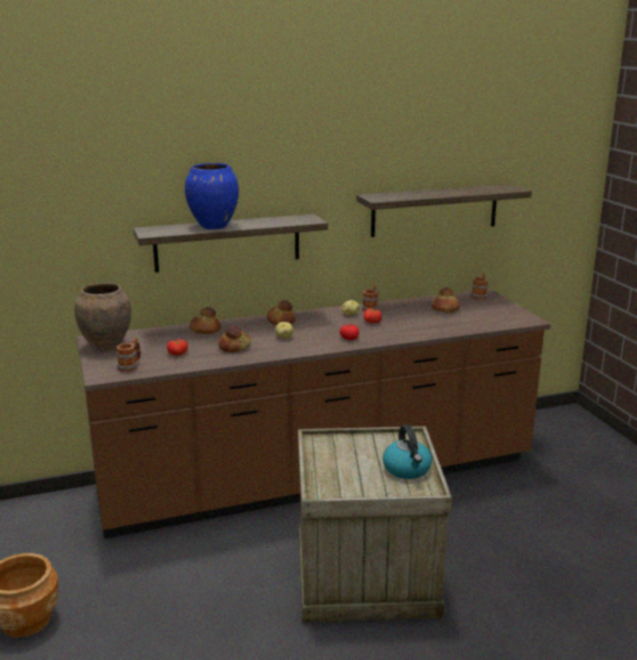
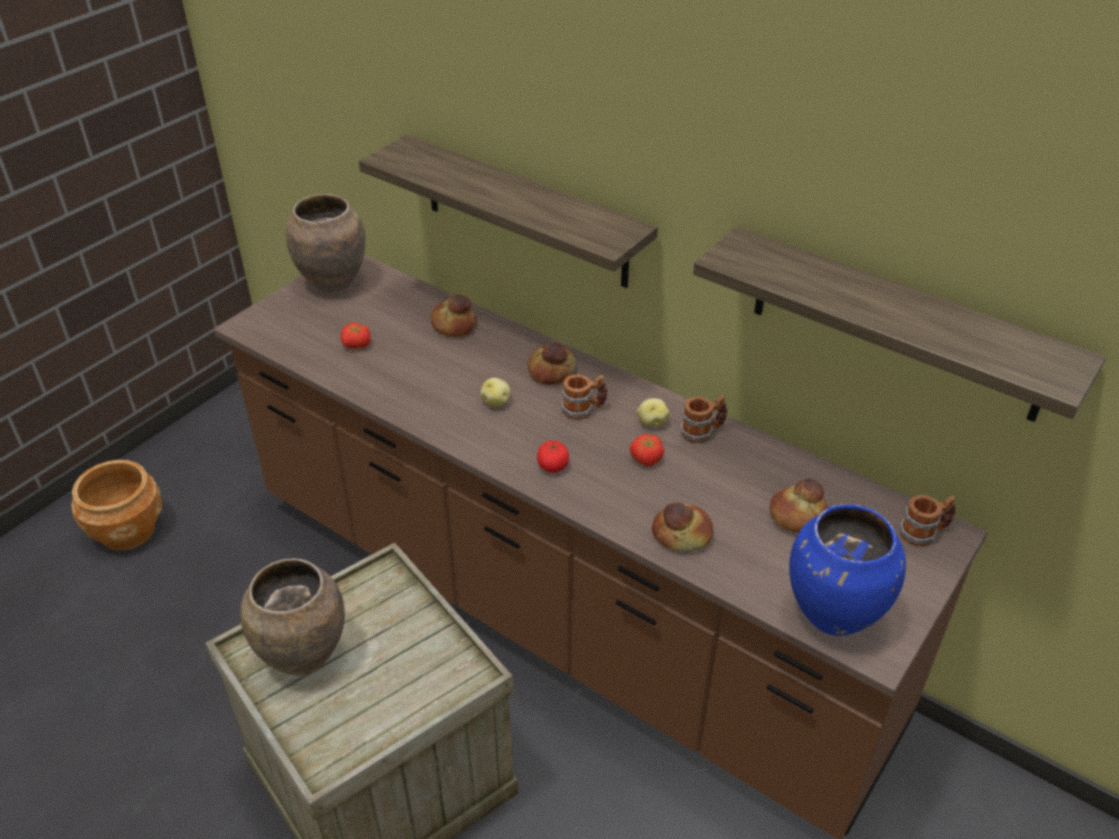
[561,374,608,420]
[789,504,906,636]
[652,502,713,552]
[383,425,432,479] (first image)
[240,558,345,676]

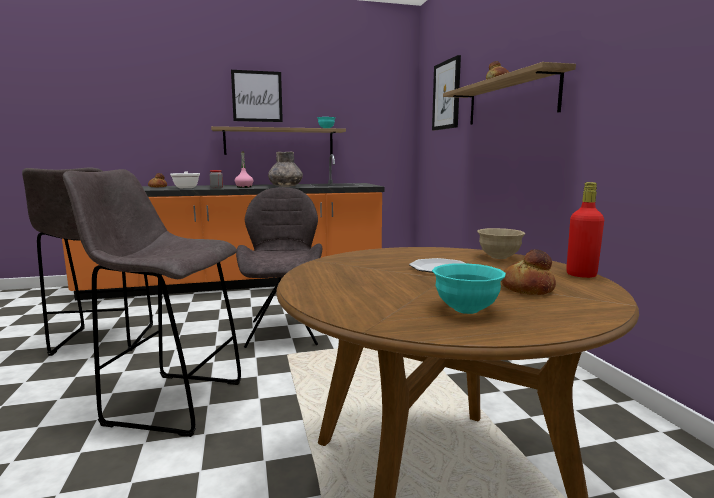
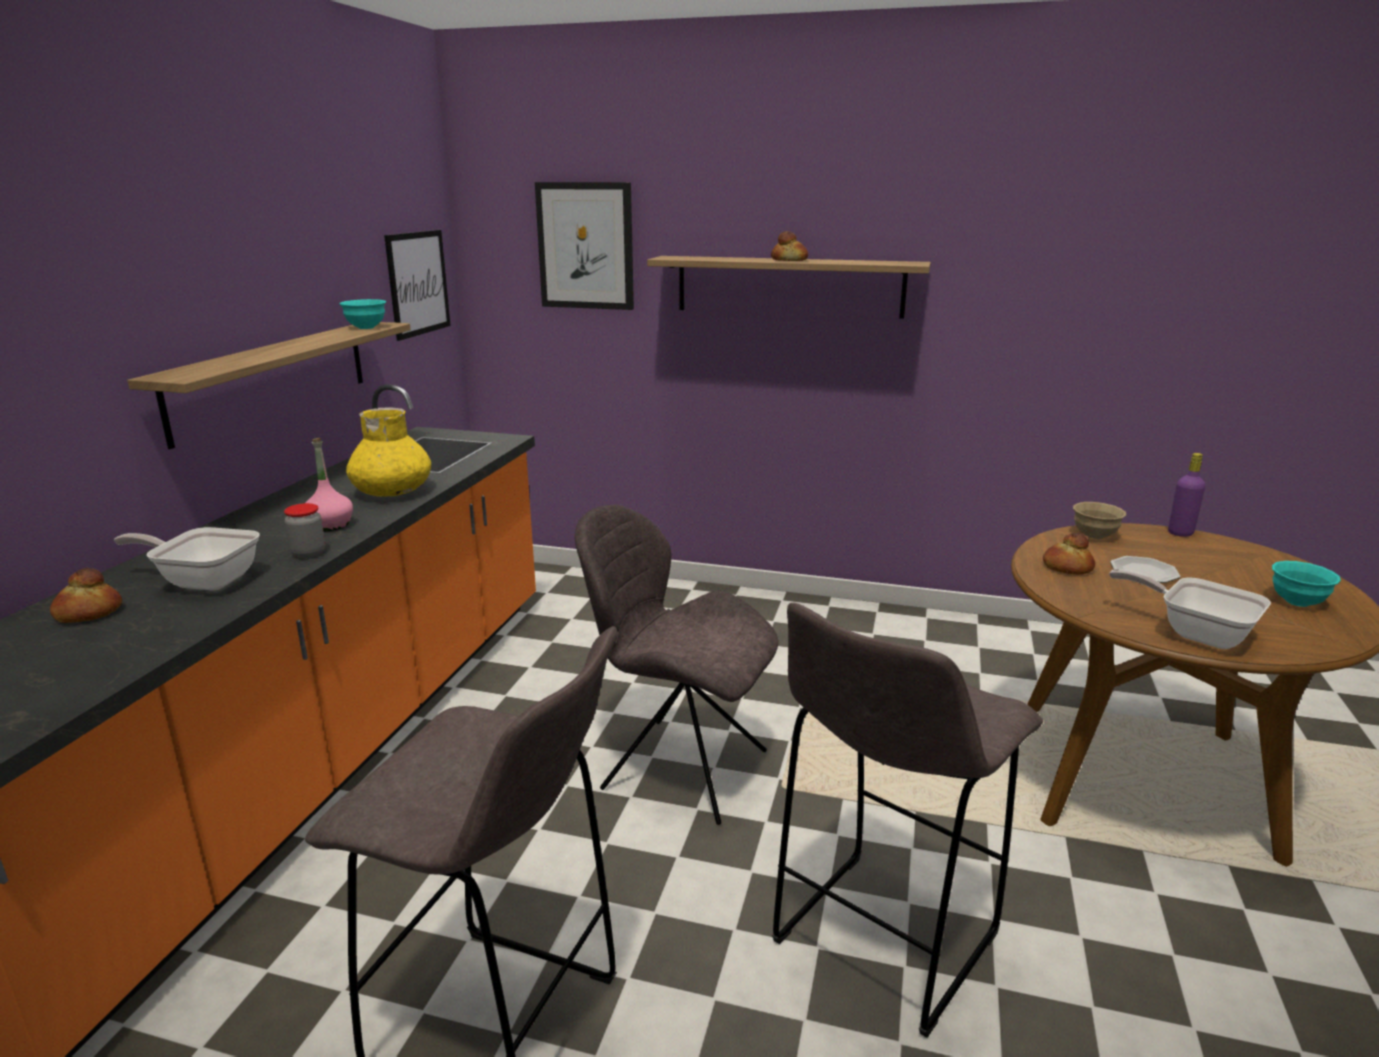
[384,230,451,341]
[346,407,431,497]
[1043,533,1095,575]
[1168,453,1205,537]
[1109,569,1271,649]

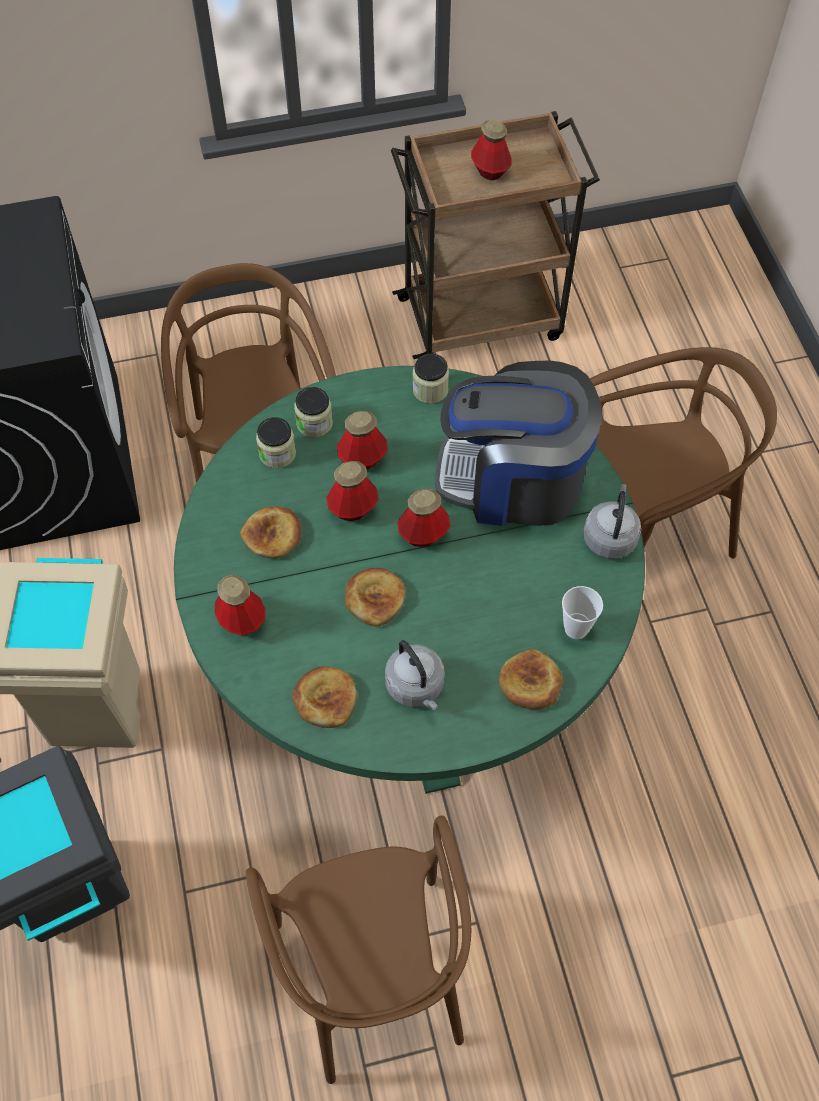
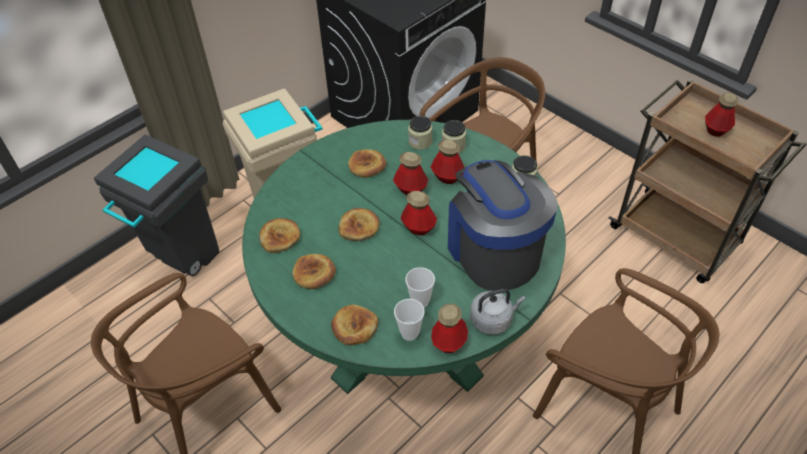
[431,304,468,353]
[292,254,336,289]
[405,267,435,308]

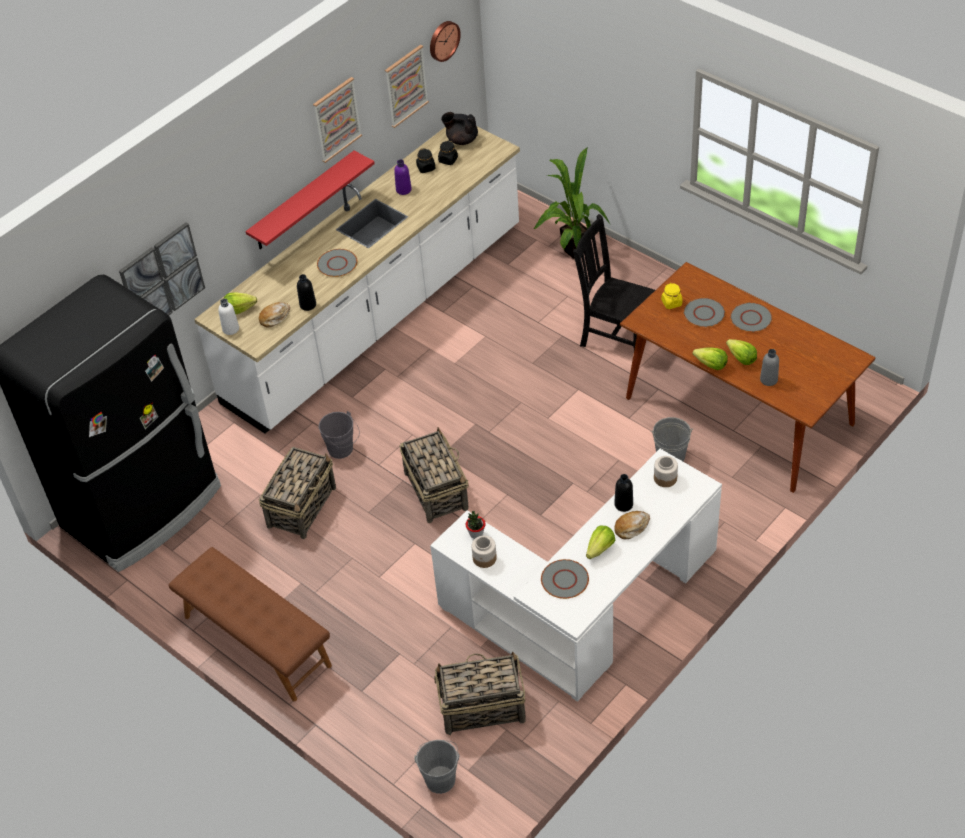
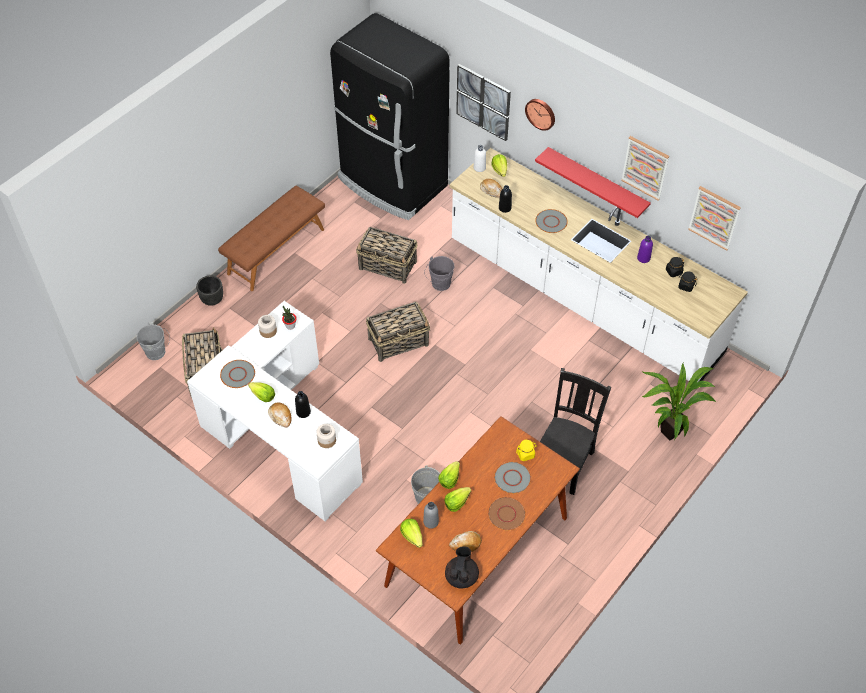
[525,99,555,131]
[445,546,479,589]
[488,497,526,530]
[196,276,223,306]
[400,519,423,548]
[449,531,482,552]

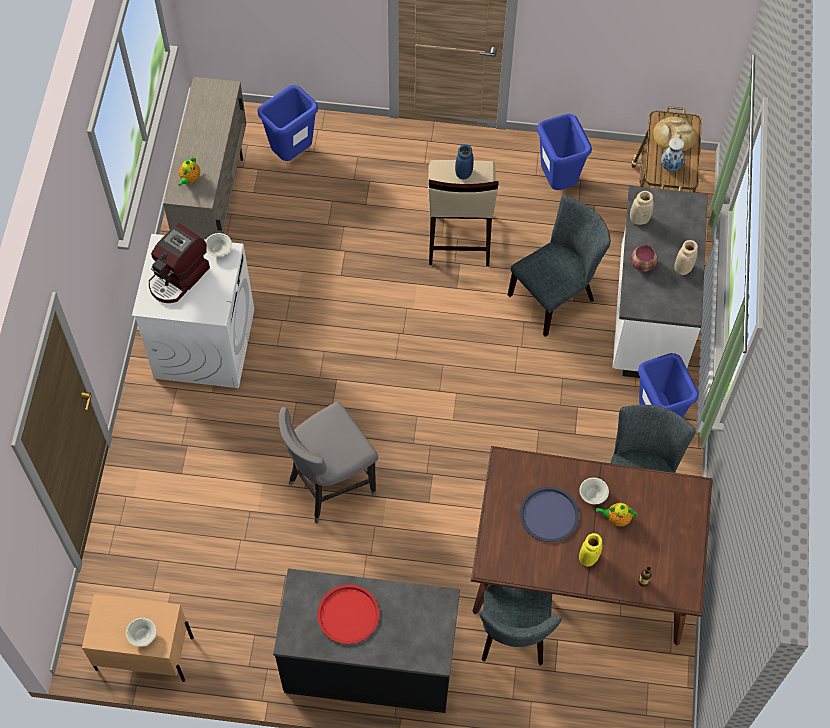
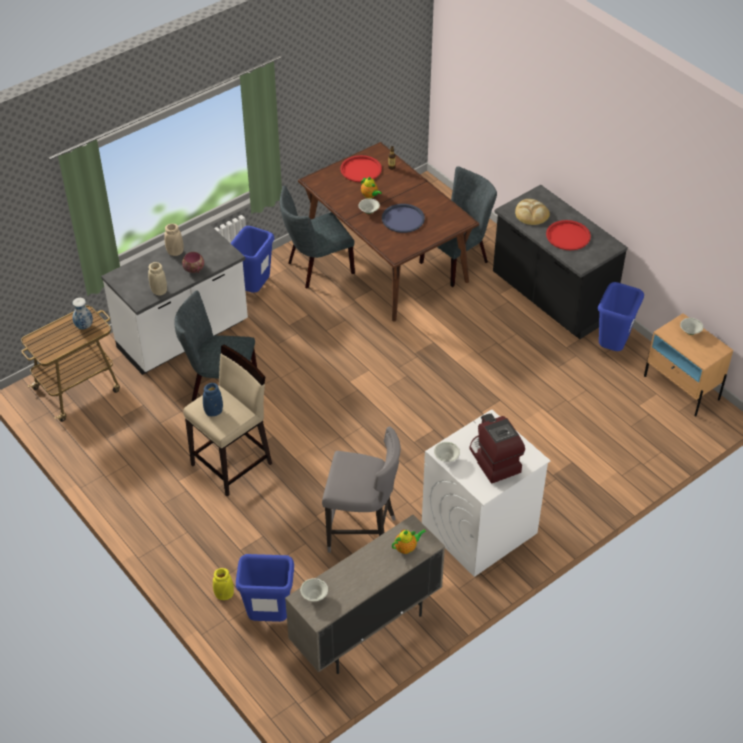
[469,414,525,484]
[322,426,401,553]
[598,282,644,351]
[213,568,234,600]
[515,199,550,225]
[300,578,328,601]
[340,155,382,182]

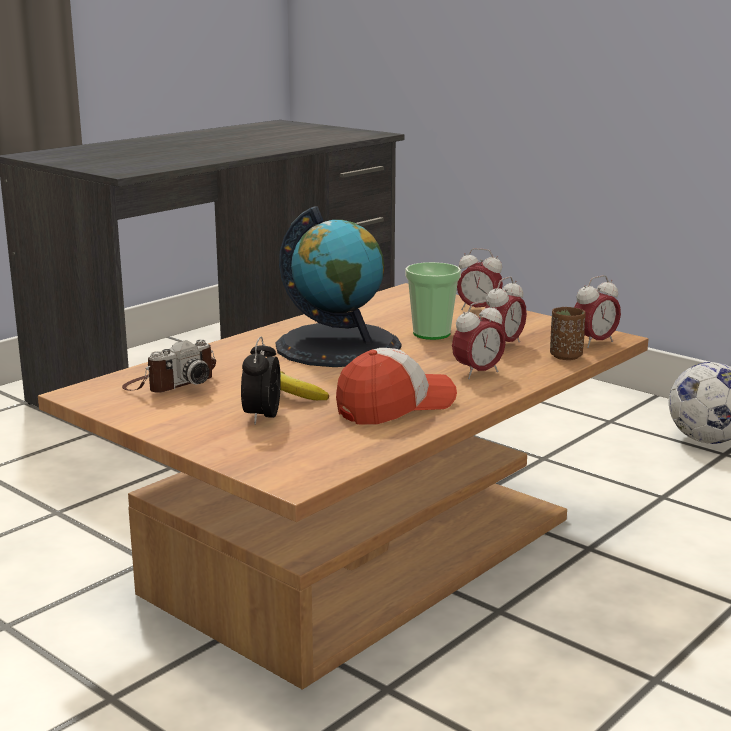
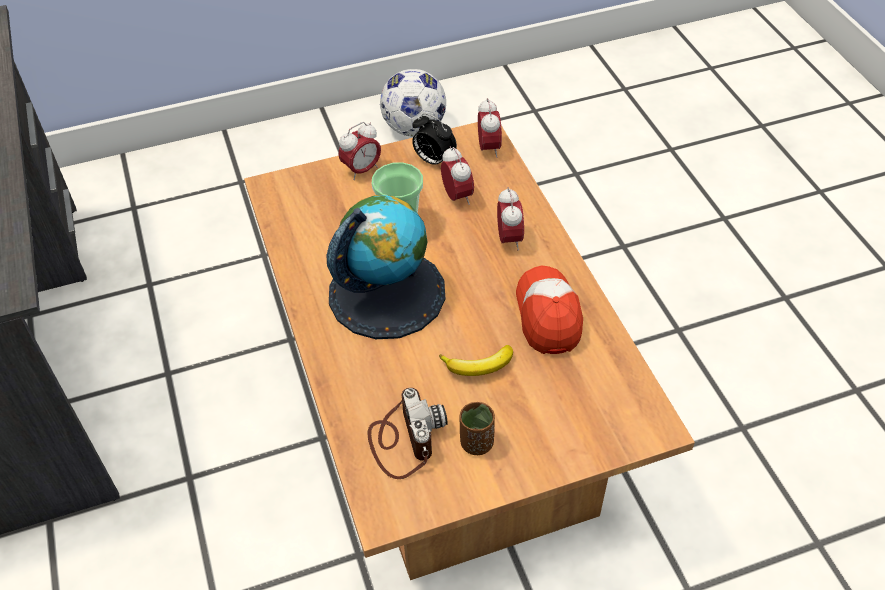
[412,113,457,165]
[460,402,495,455]

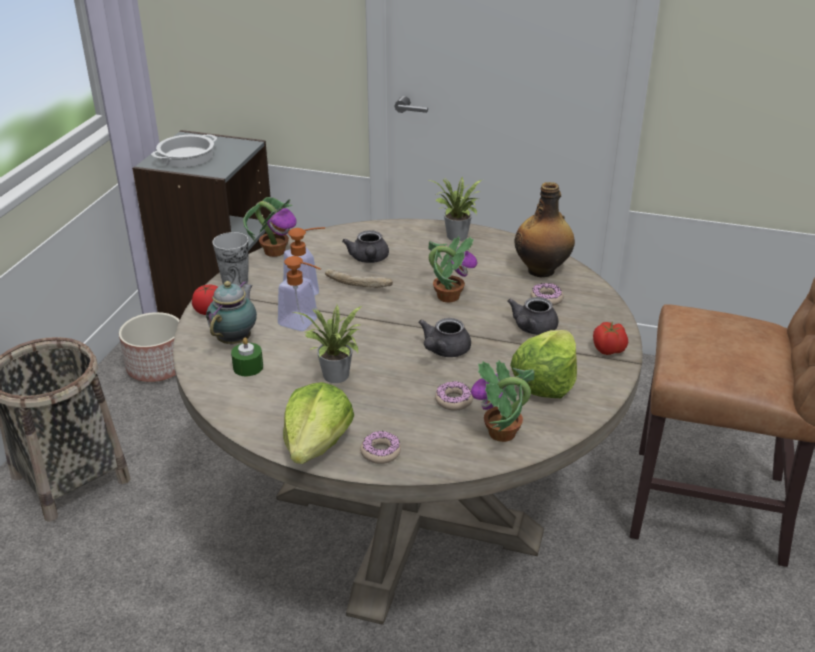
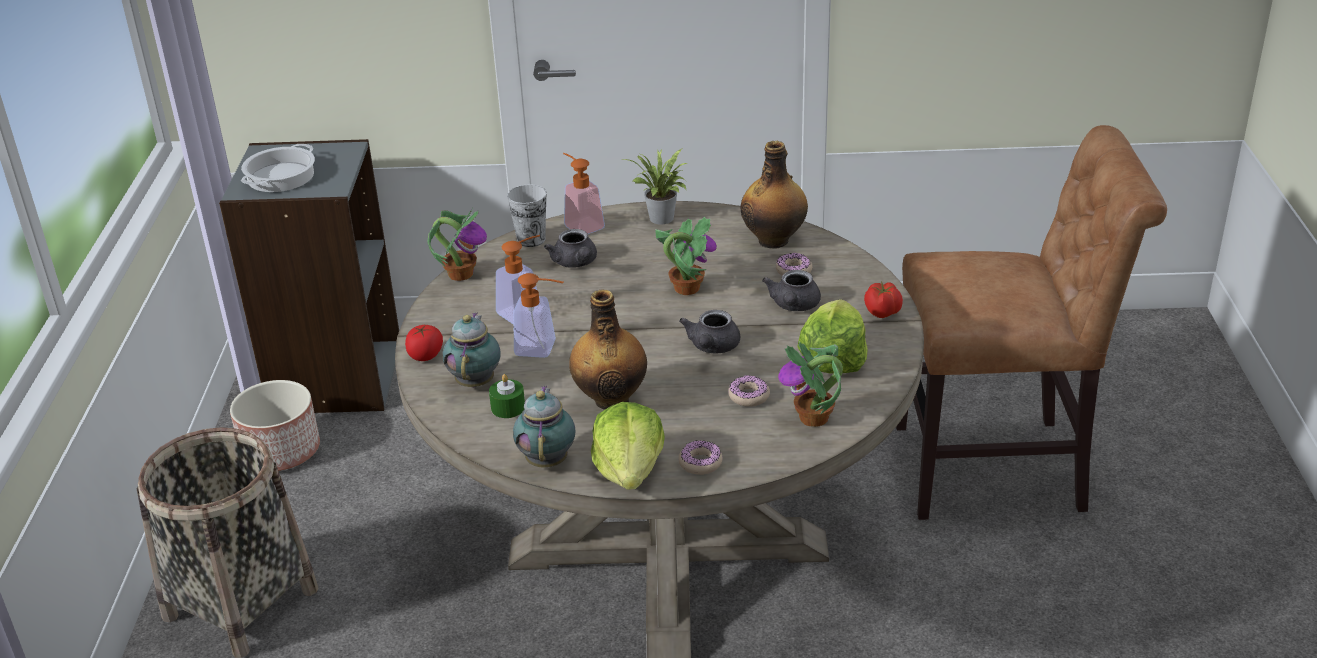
[507,185,546,247]
[569,289,647,410]
[325,269,393,288] (first image)
[513,386,575,468]
[563,153,605,234]

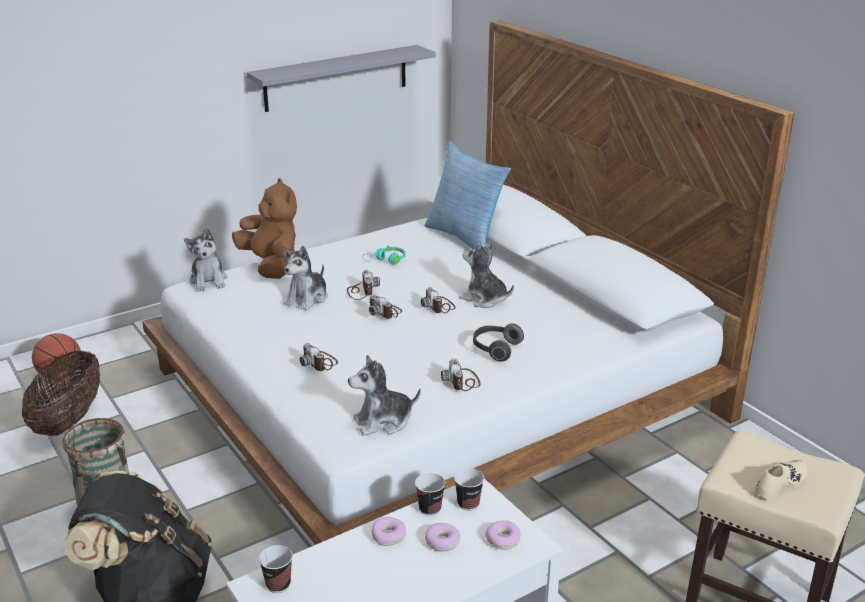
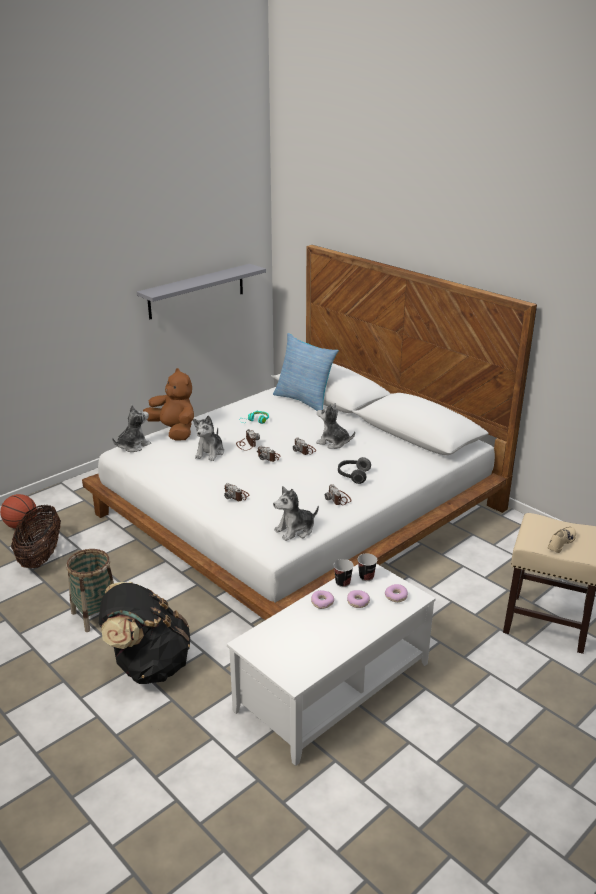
[112,405,151,452]
[259,545,293,593] (first image)

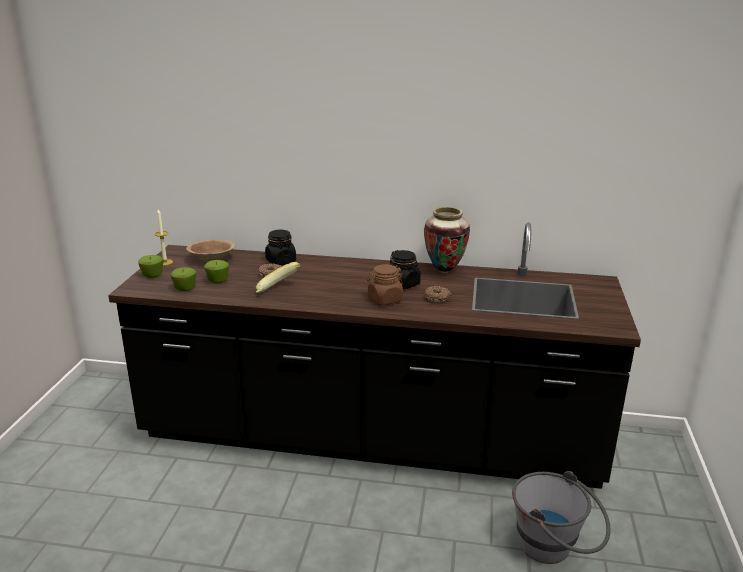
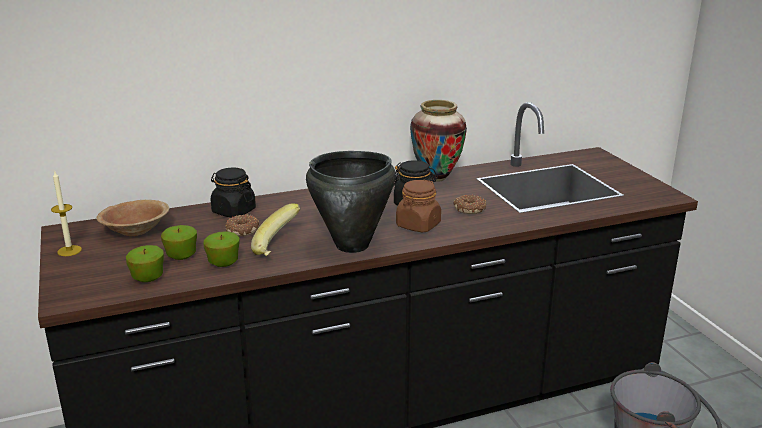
[204,231,240,267]
[306,151,396,253]

